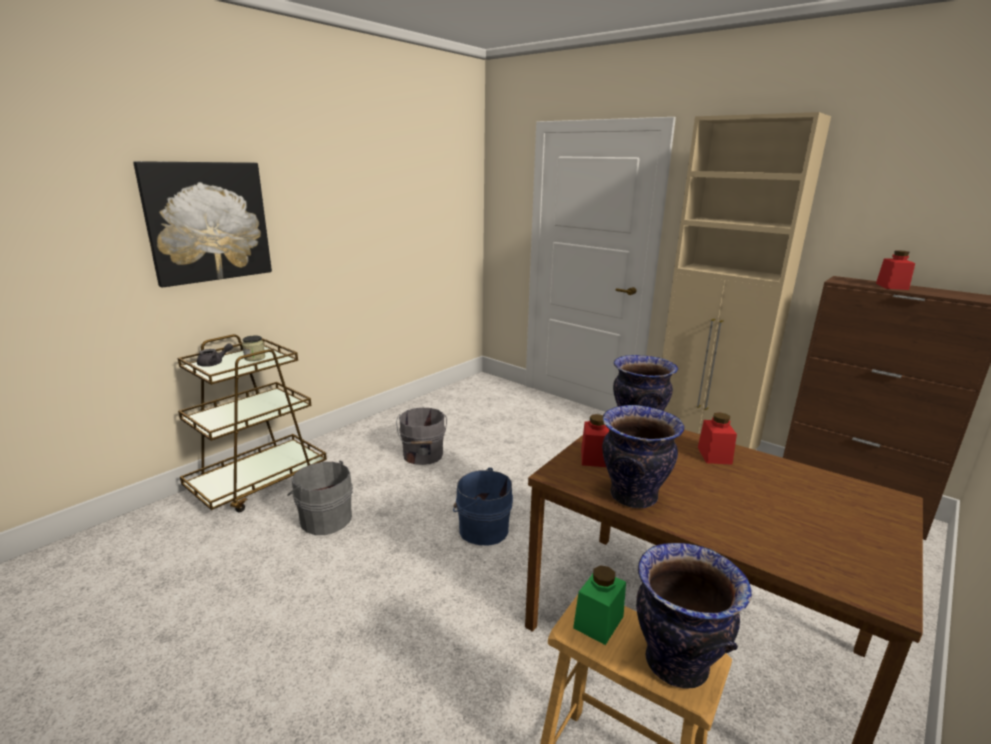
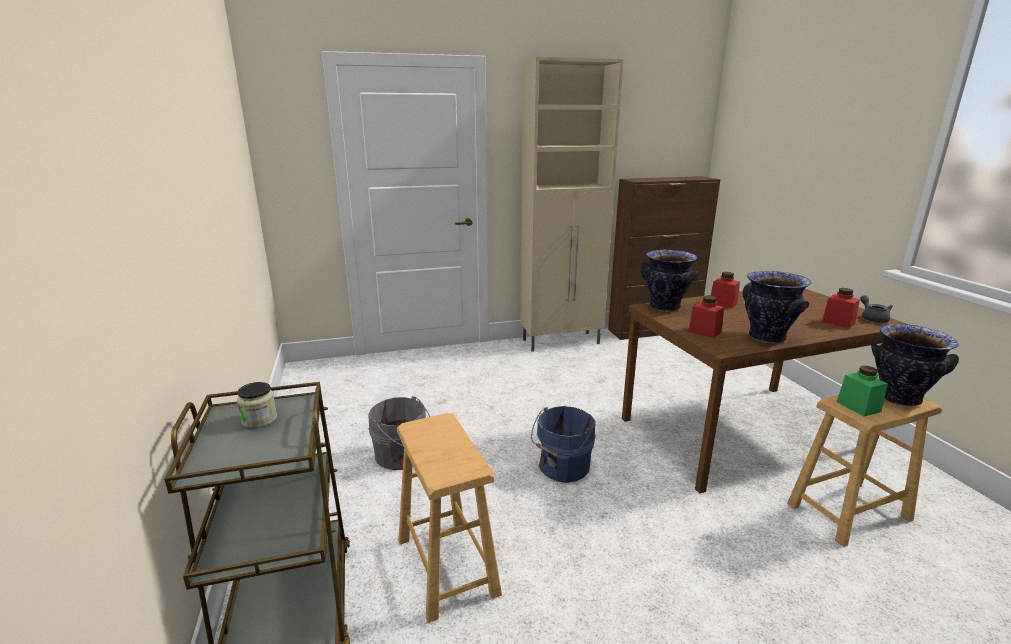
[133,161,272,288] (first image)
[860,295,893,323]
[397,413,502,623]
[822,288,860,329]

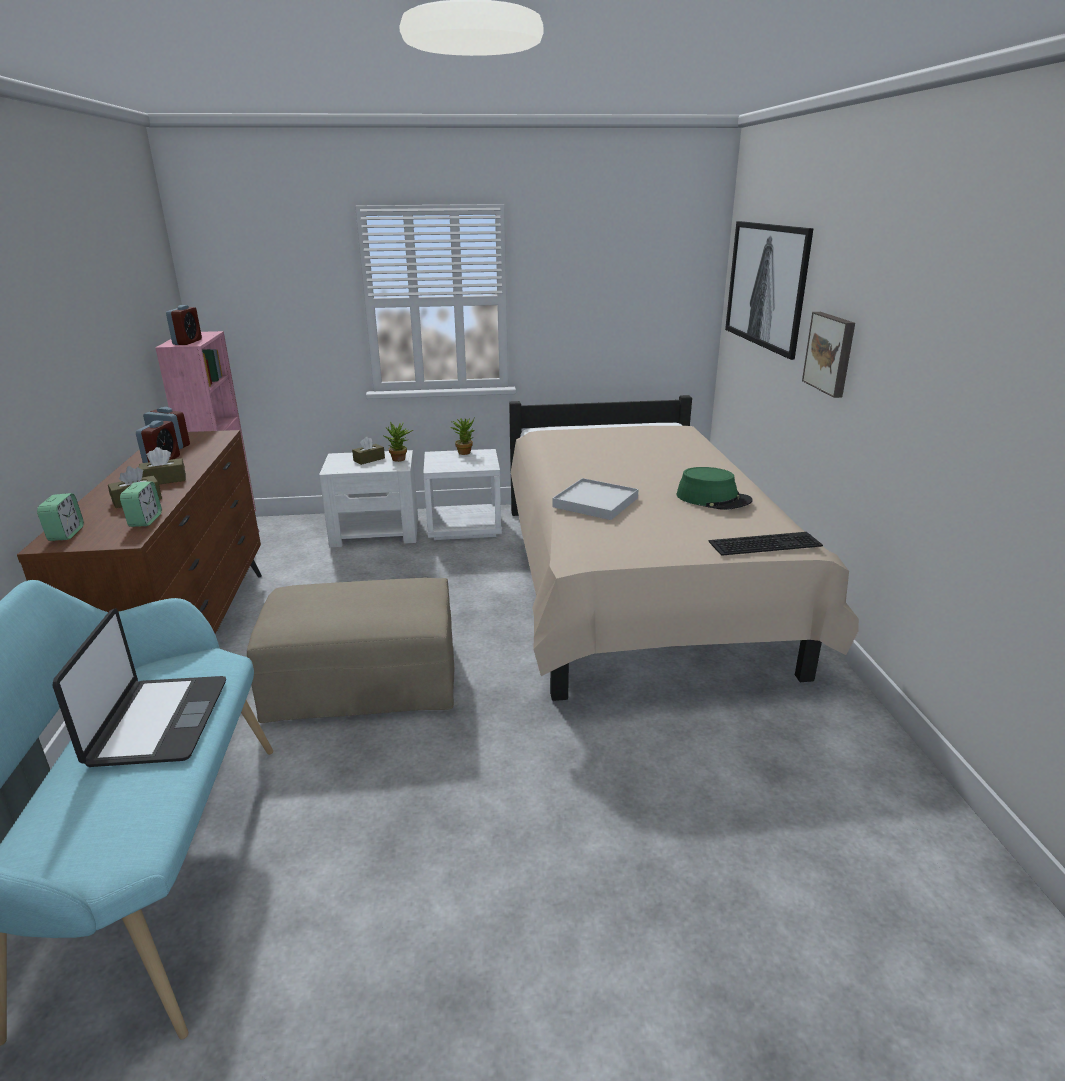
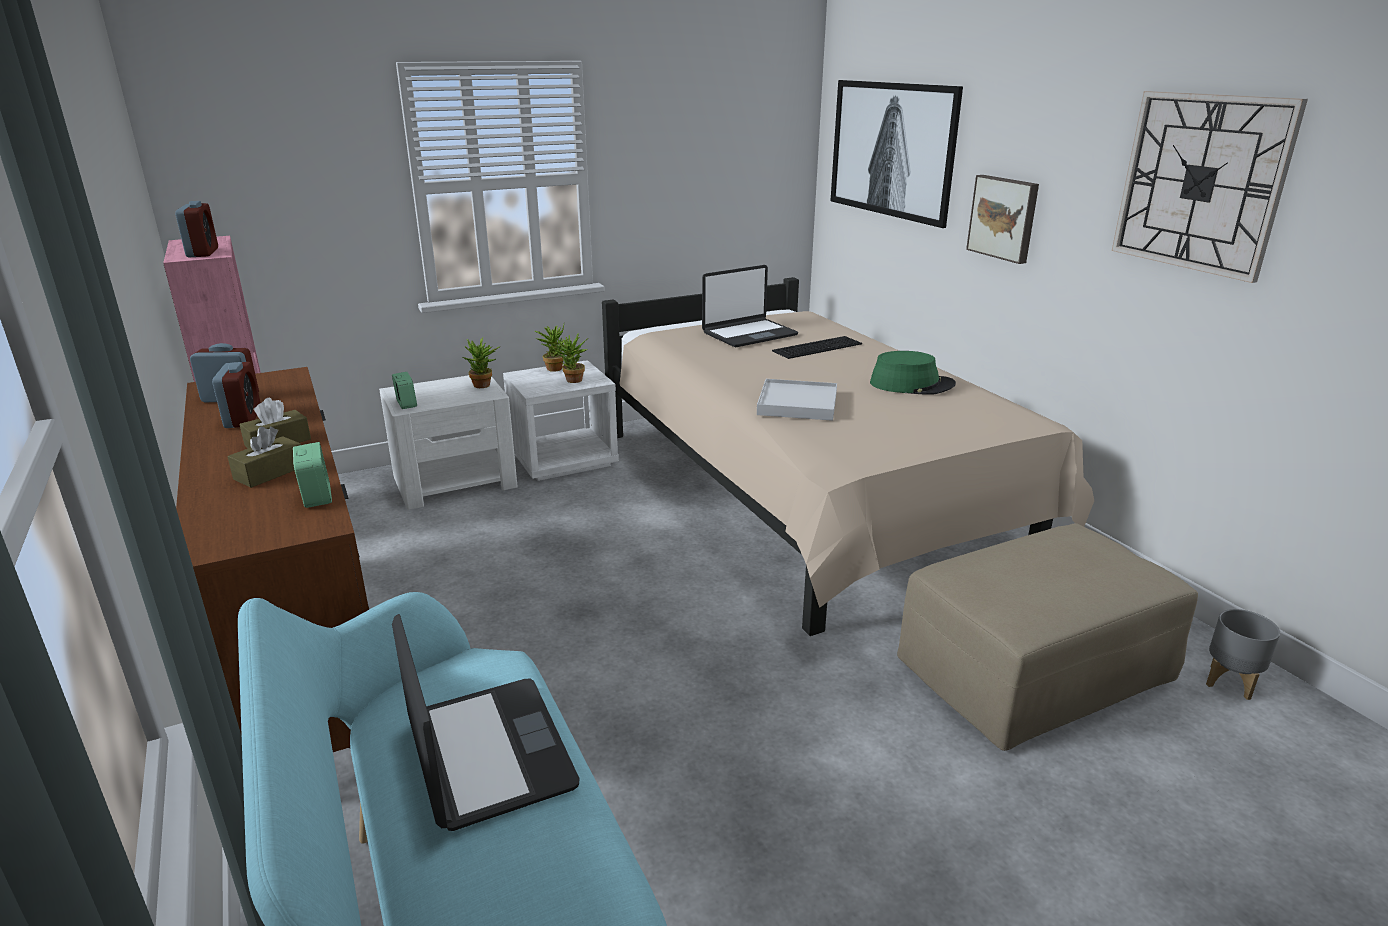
[392,372,417,409]
[897,523,1198,751]
[352,437,385,465] (first image)
[772,336,862,359]
[554,333,589,383]
[702,265,798,347]
[1112,91,1308,283]
[1206,609,1280,700]

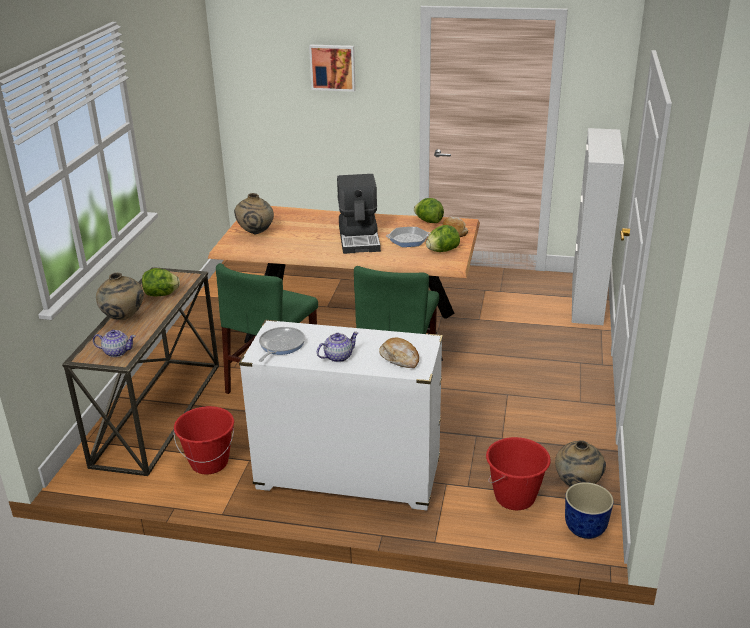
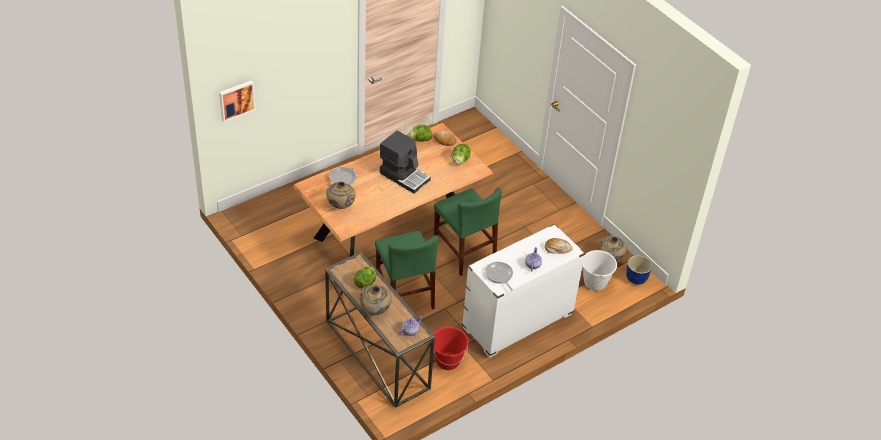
[219,80,256,122]
[329,167,357,185]
[582,250,617,291]
[572,128,624,325] (first image)

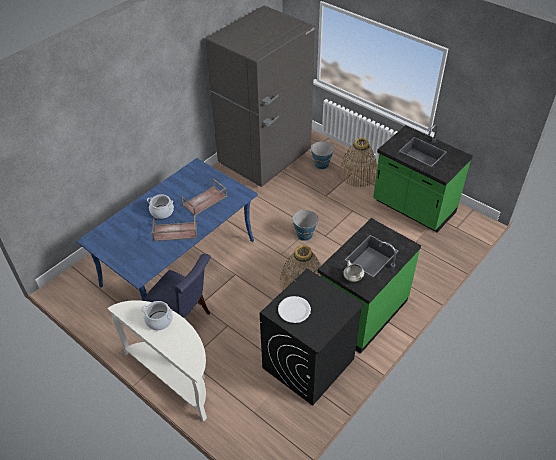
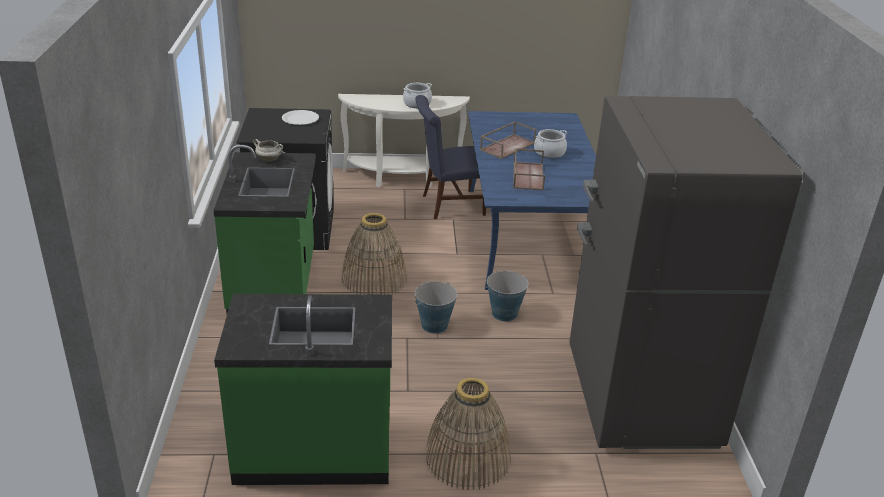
[485,271,528,322]

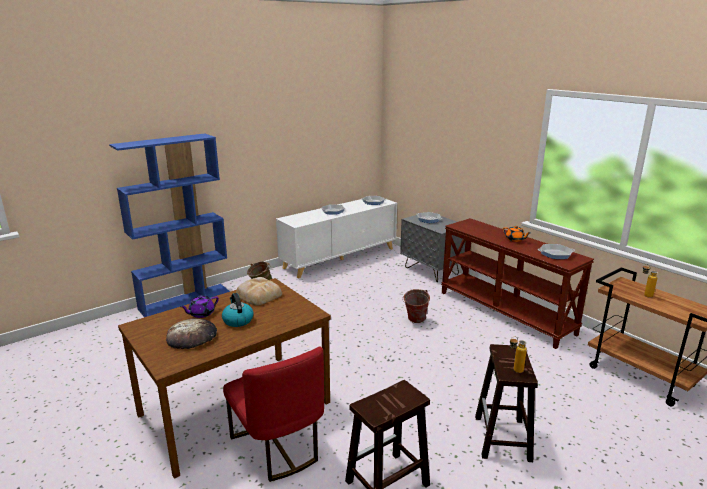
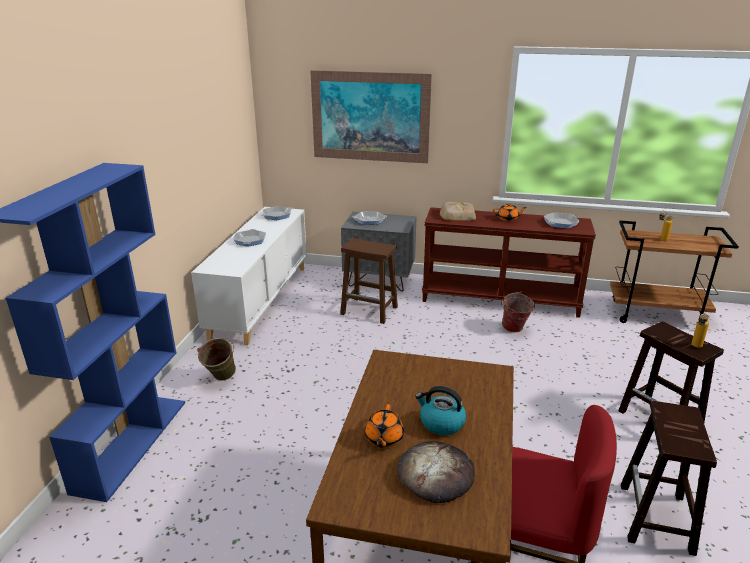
[365,404,404,447]
[440,202,476,221]
[501,291,535,332]
[310,70,432,163]
[340,238,398,324]

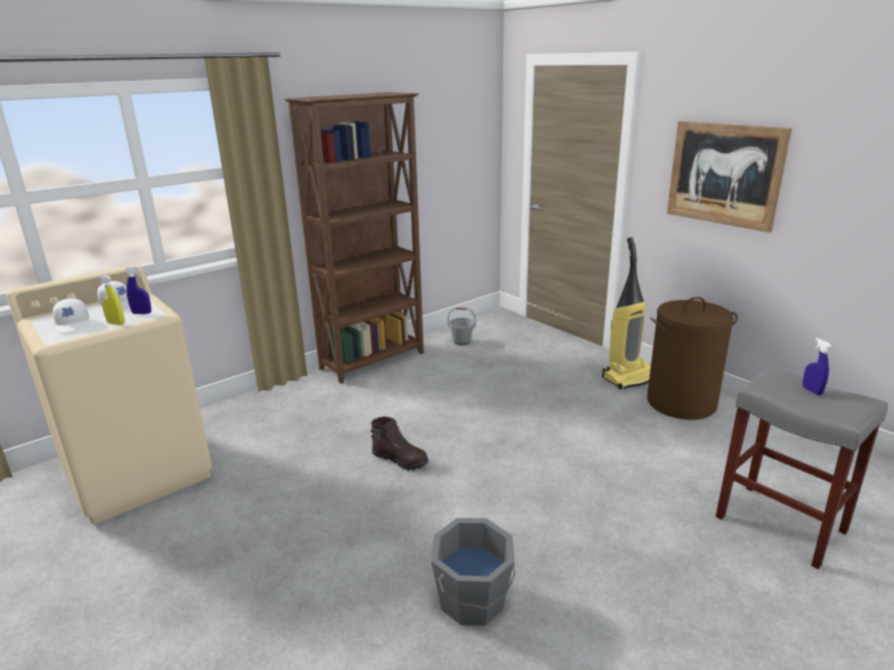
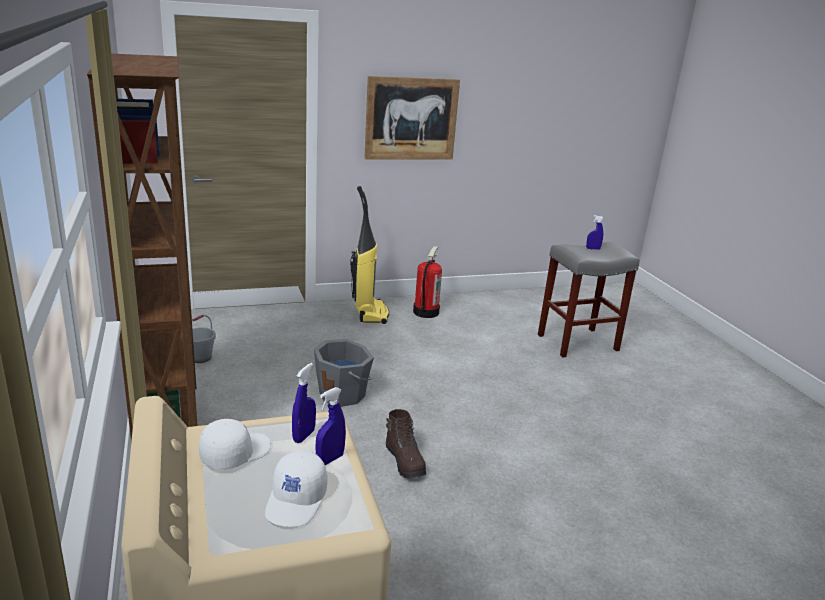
[265,451,327,527]
[316,387,346,465]
[386,409,426,479]
[314,339,374,407]
[413,246,442,318]

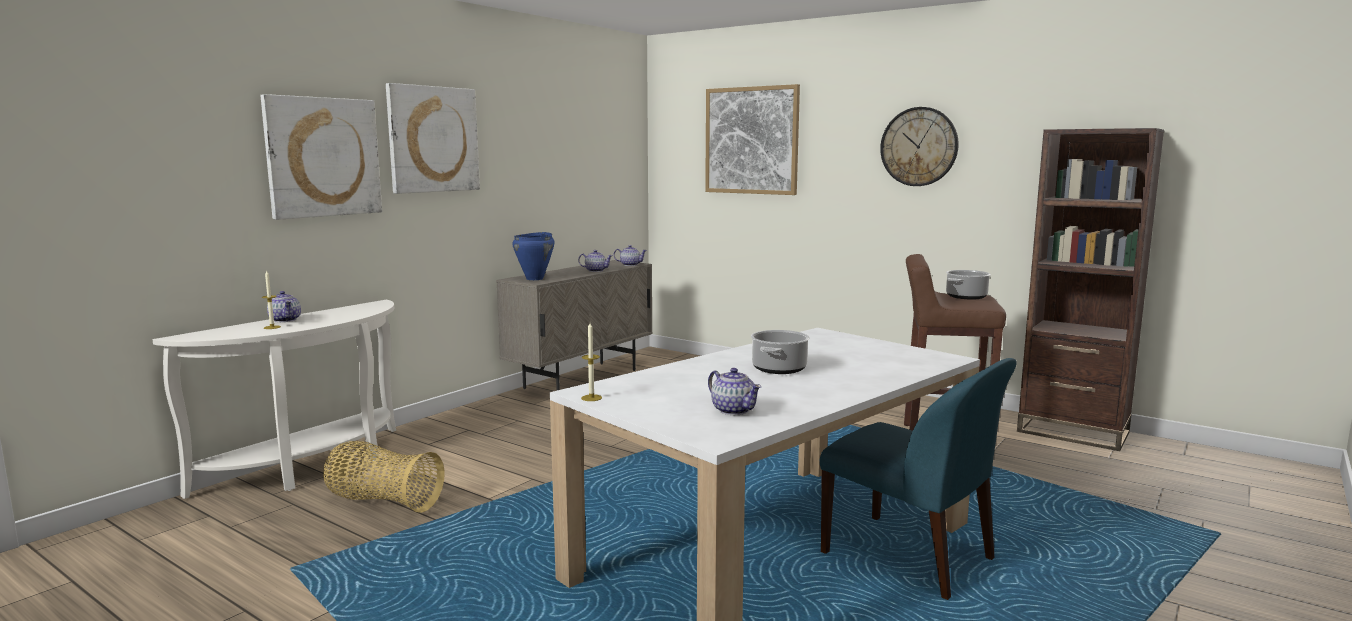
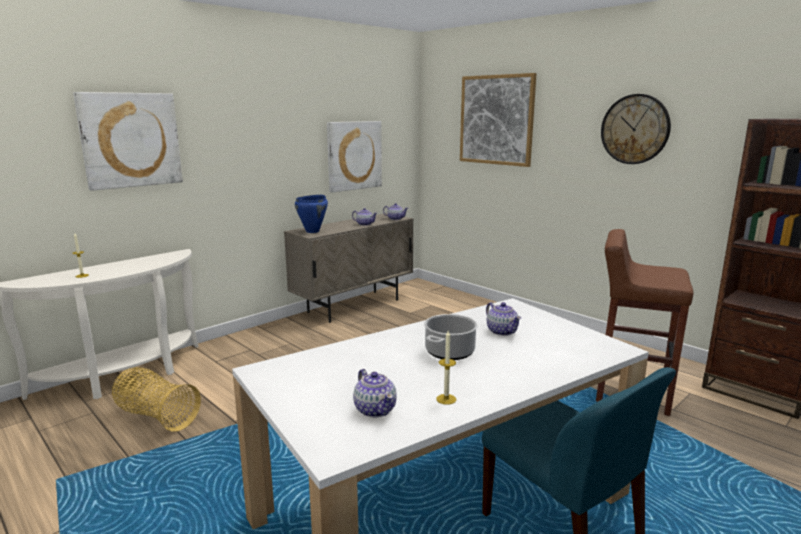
[486,302,521,336]
[327,121,382,193]
[436,331,456,405]
[946,270,991,299] (first image)

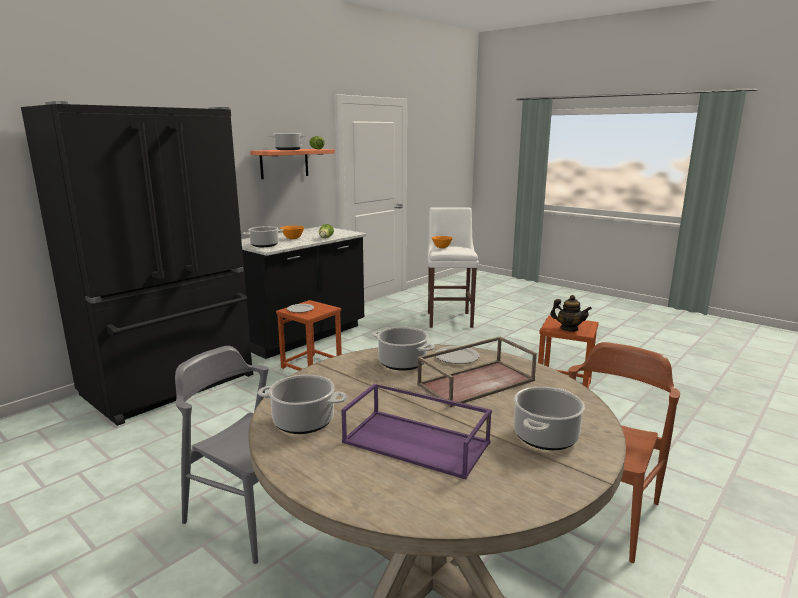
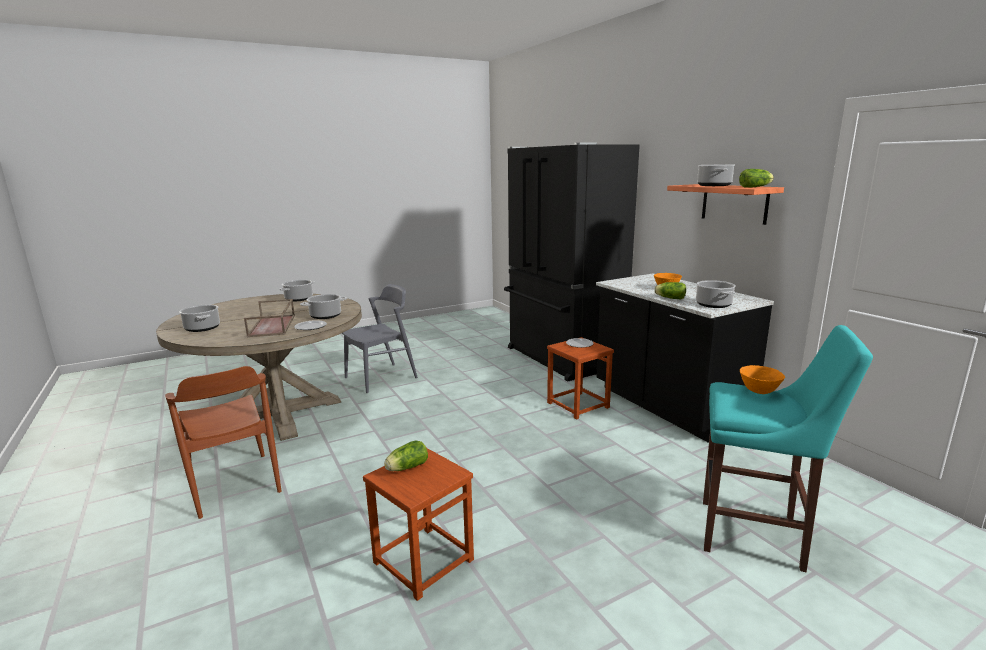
[696,280,736,308]
[341,383,492,480] (first image)
[703,325,873,572]
[384,441,428,471]

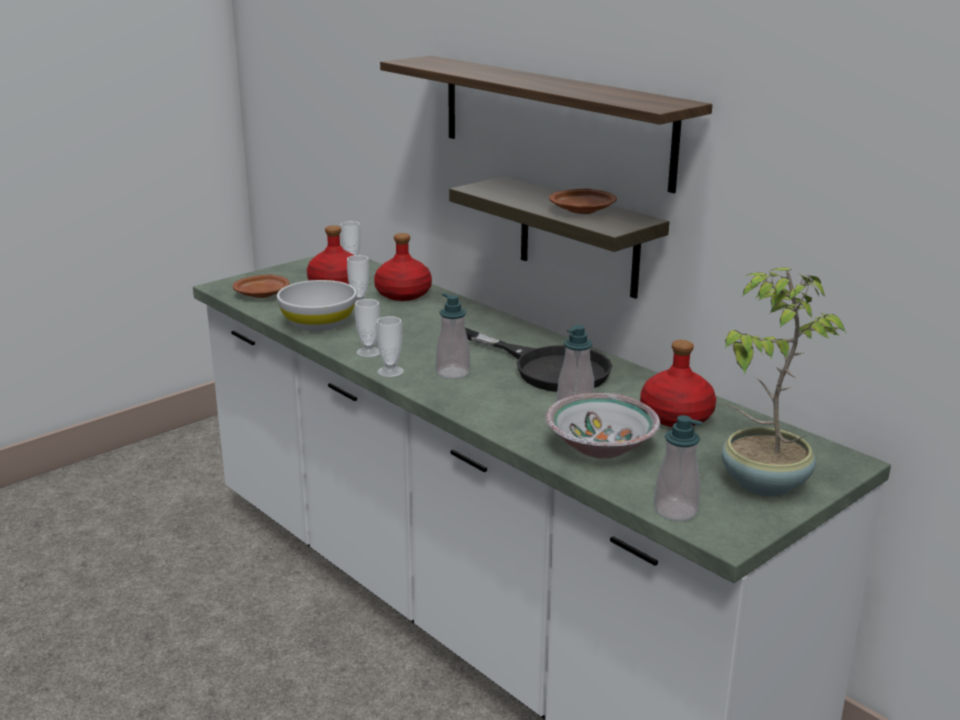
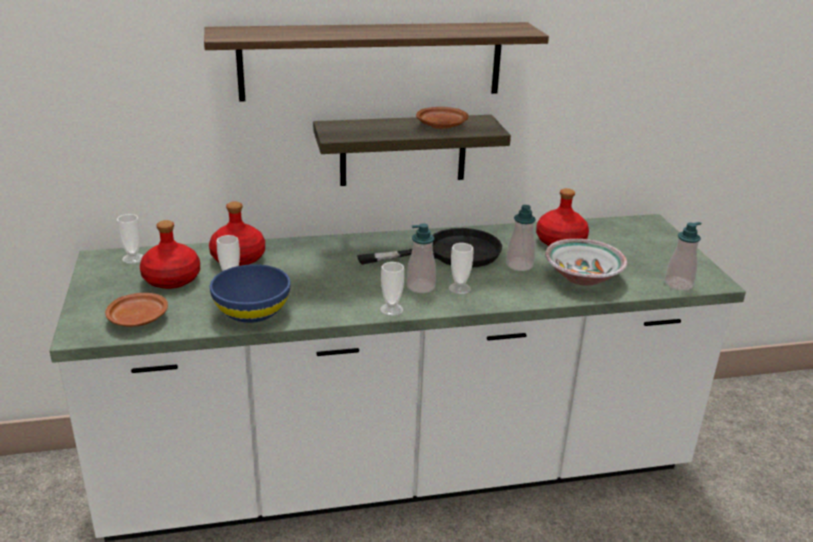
[210,264,291,323]
[449,243,474,294]
[721,268,846,496] (first image)

